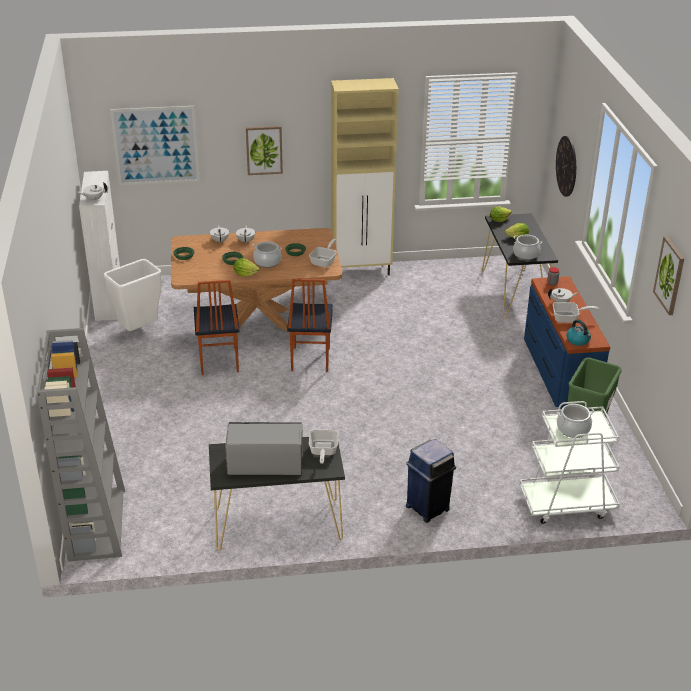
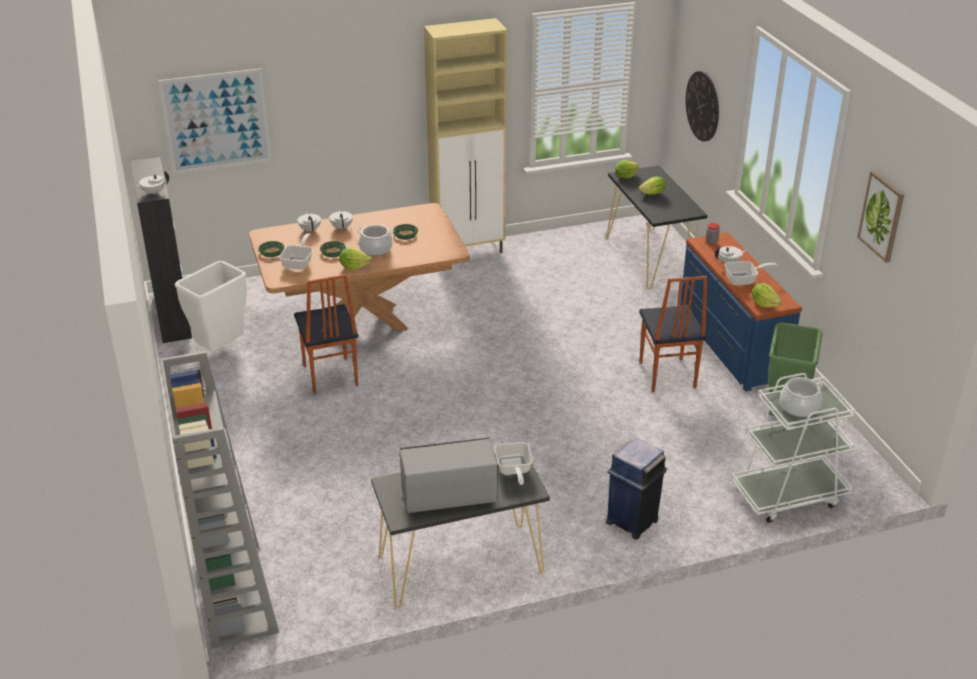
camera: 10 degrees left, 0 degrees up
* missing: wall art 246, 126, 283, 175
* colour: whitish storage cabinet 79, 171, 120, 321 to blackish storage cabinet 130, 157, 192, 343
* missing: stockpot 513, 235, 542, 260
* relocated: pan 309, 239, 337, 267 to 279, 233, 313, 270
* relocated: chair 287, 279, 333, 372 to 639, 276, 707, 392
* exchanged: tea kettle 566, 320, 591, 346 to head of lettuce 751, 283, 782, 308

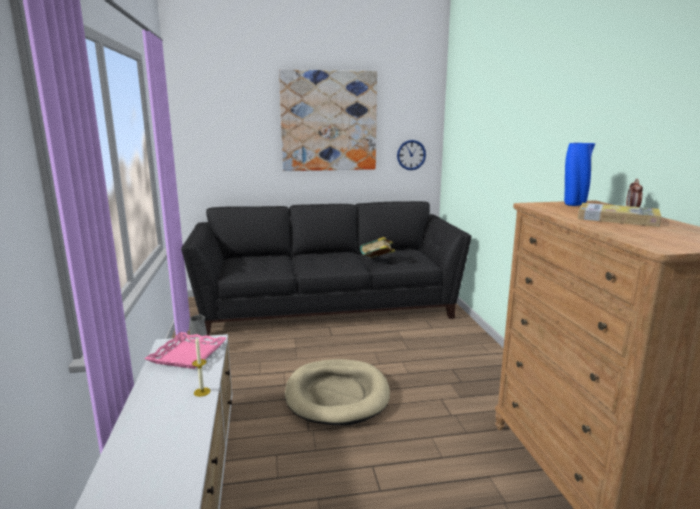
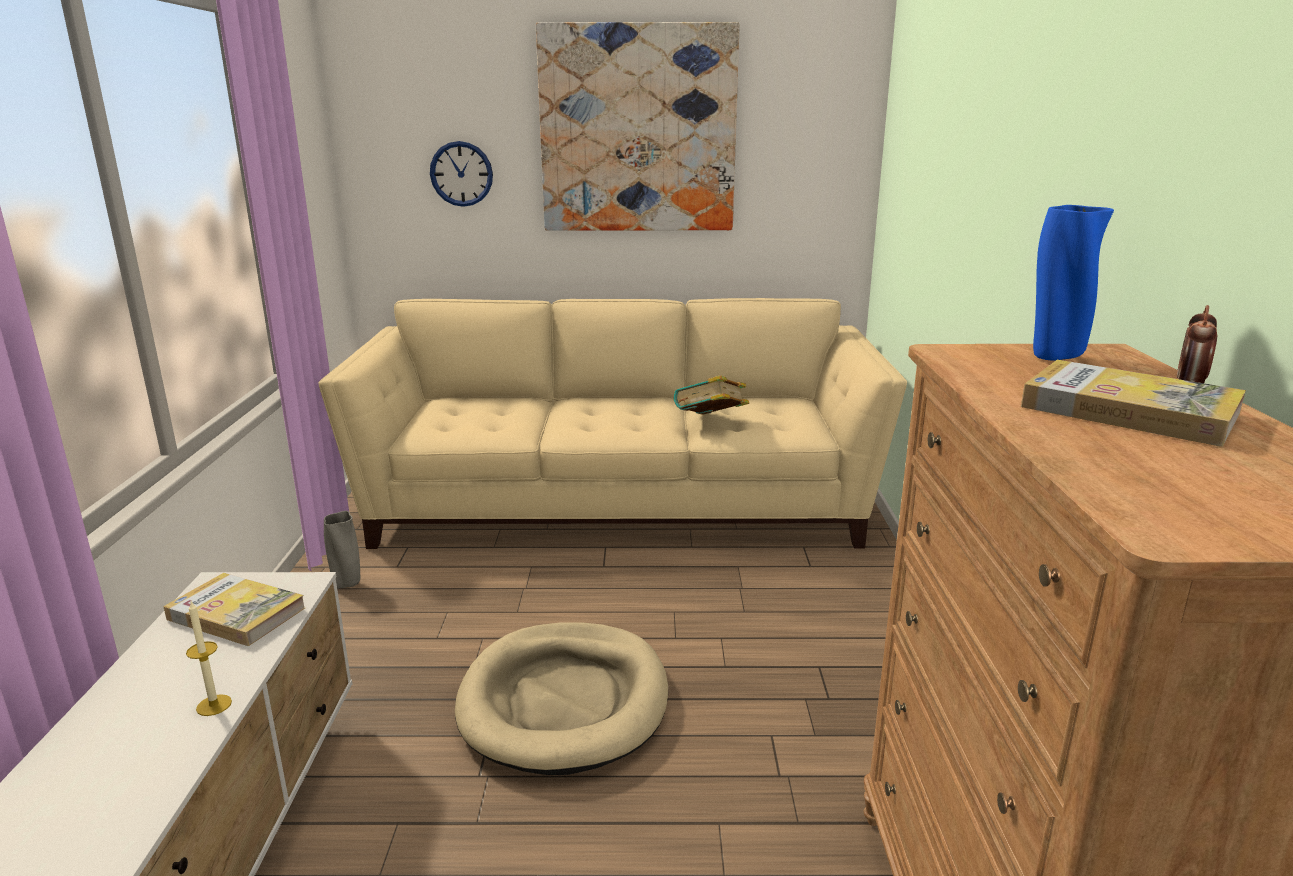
camera: 10 degrees right, 5 degrees up
* relocated: hanging clock 397, 140, 426, 170 to 430, 141, 493, 207
* colour: blackish sofa 181, 201, 472, 336 to beige sofa 318, 298, 907, 549
* exchanged: pink serving tray 144, 332, 227, 369 to volume 164, 573, 305, 646

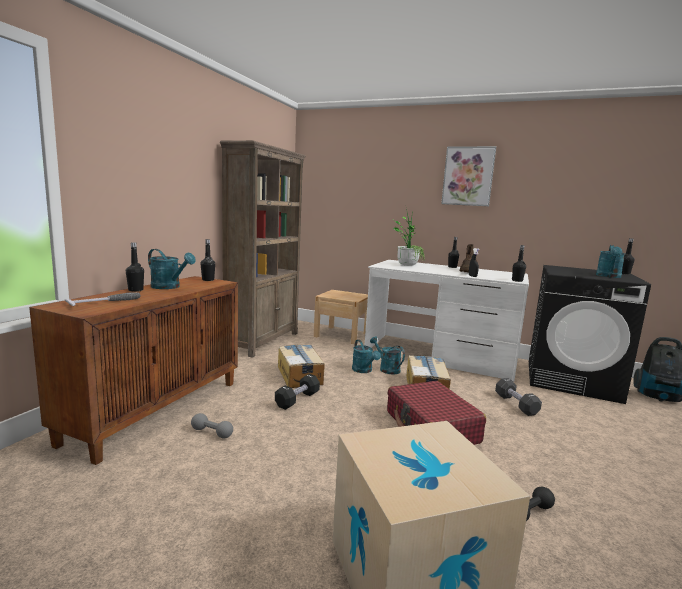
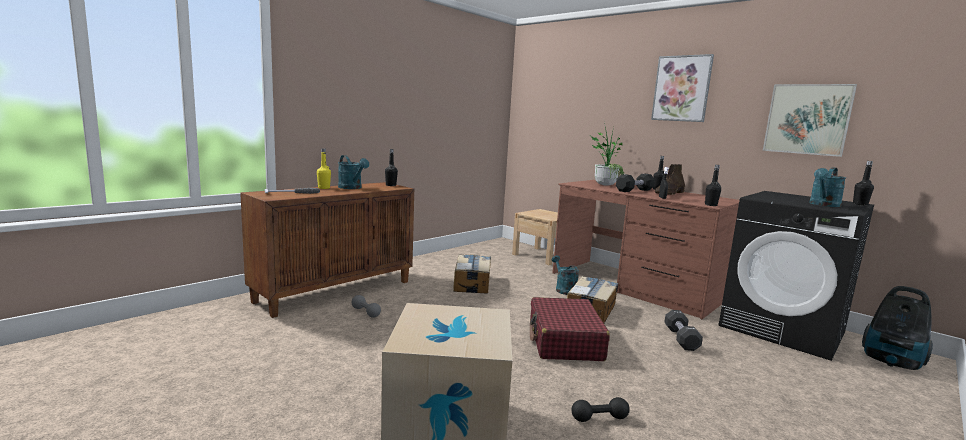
camera: 20 degrees right, 0 degrees up
* missing: brown shelving unit 220, 140, 306, 358
* colour: blackish drink bottle 126, 242, 144, 292 to yellowish drink bottle 317, 148, 331, 189
* colour: whitish desk 365, 260, 529, 381 to brown desk 552, 180, 739, 319
* missing: blue-green sprinkling can 352, 340, 381, 373
* relocated: blackish dumbbell 275, 374, 320, 410 to 616, 174, 655, 192
* appeared: wall art 763, 84, 857, 157

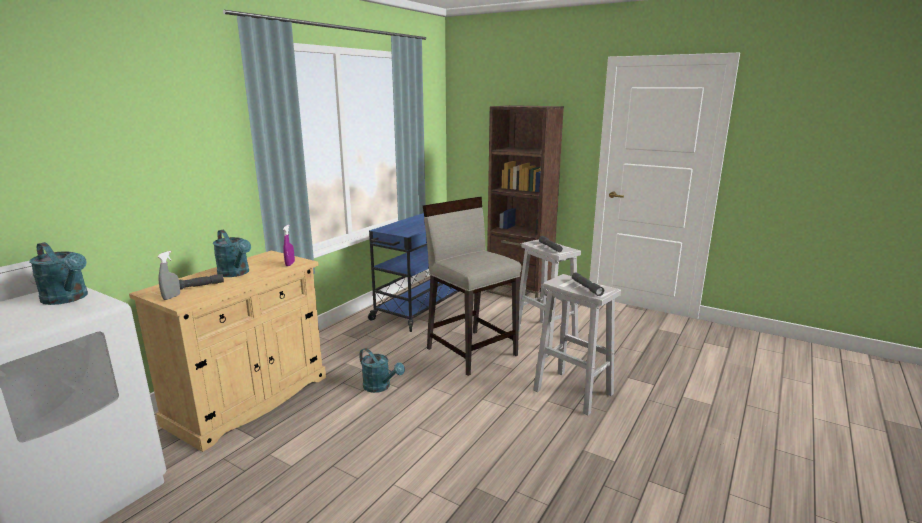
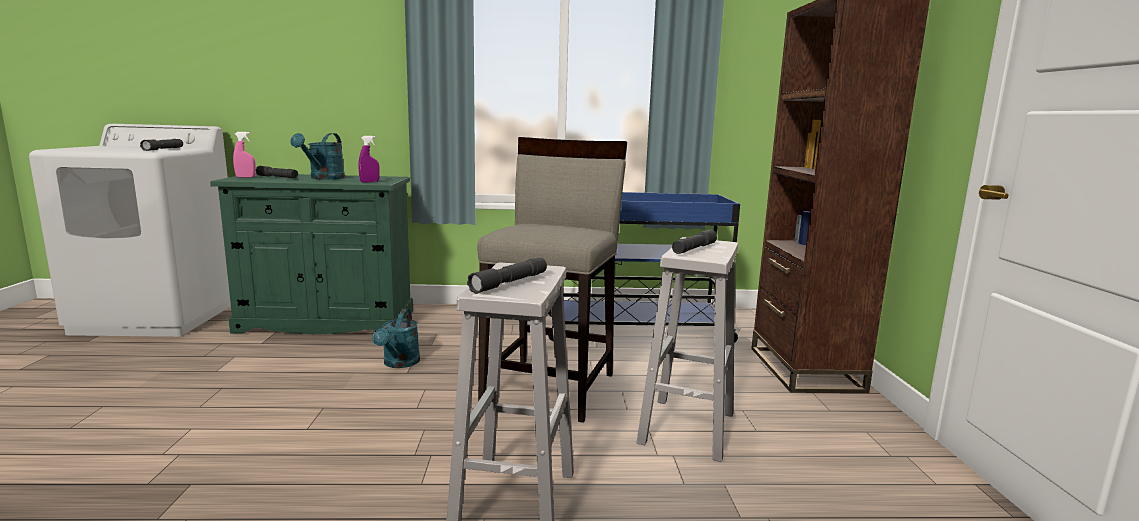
camera: 55 degrees right, 5 degrees down
* exchanged: blue-green sprinkling can 29, 242, 88, 305 to gray torch 140, 139, 183, 151
* colour: beige storage cabinet 129, 251, 326, 452 to green storage cabinet 210, 174, 413, 334
* colour: gray hand sprayer 157, 251, 180, 300 to pink hand sprayer 233, 132, 256, 178

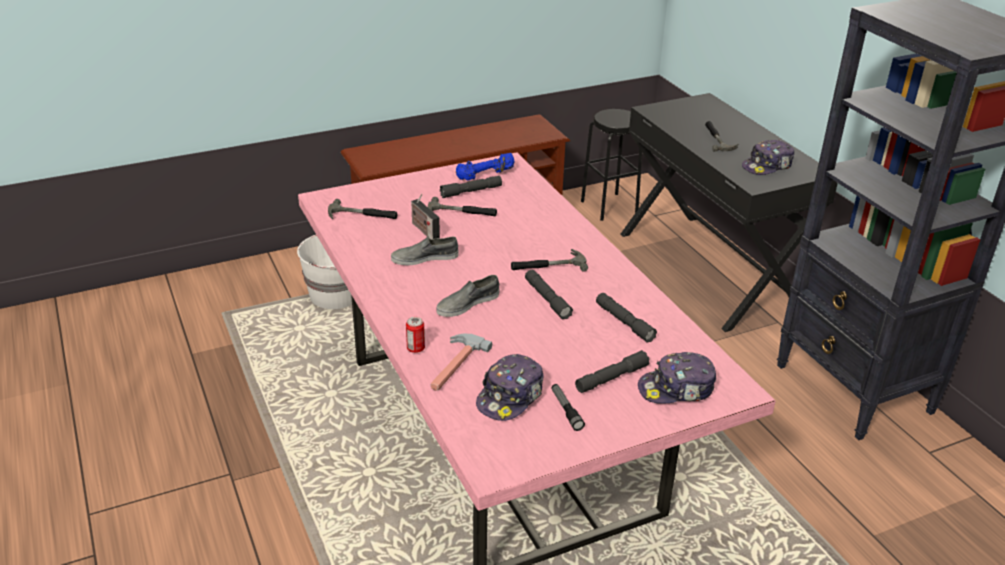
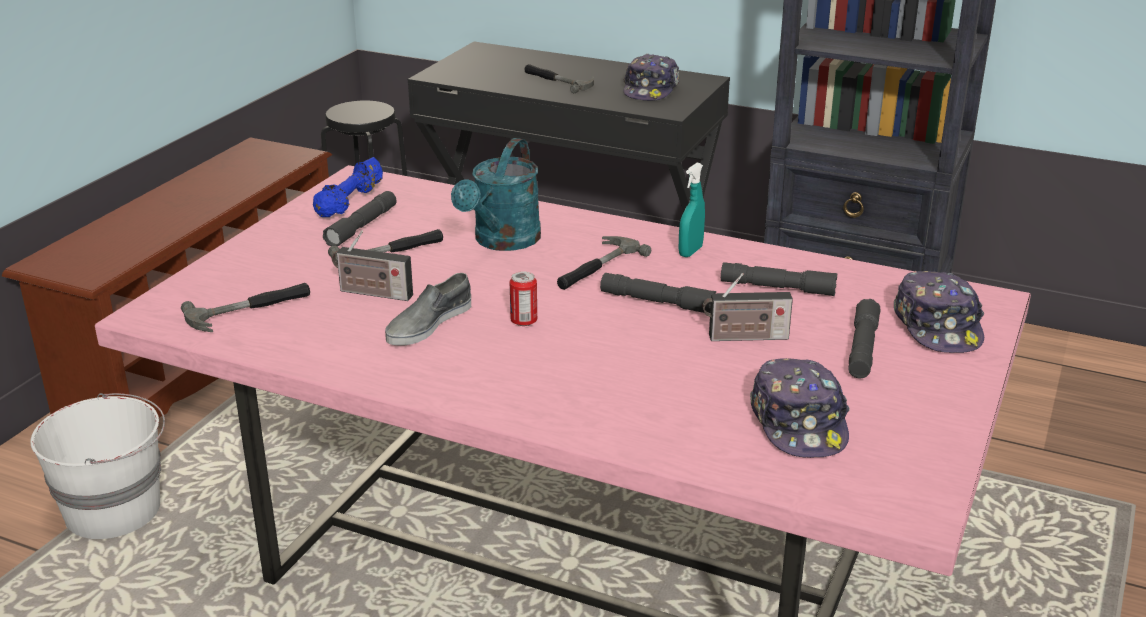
camera: 40 degrees left, 5 degrees down
* missing: gray item of footwear 437, 275, 500, 317
* relocated: can 406, 317, 425, 353 to 510, 271, 537, 326
* missing: hand hammer 431, 334, 492, 391
* spun: cap 638, 352, 716, 404 = 894, 271, 984, 353 45 degrees counterclockwise
* missing: torch 551, 384, 585, 431
* appeared: blue-green sprinkling can 451, 138, 541, 251
* appeared: blue-green hand sprayer 679, 163, 705, 257
* appeared: radio 703, 273, 793, 341

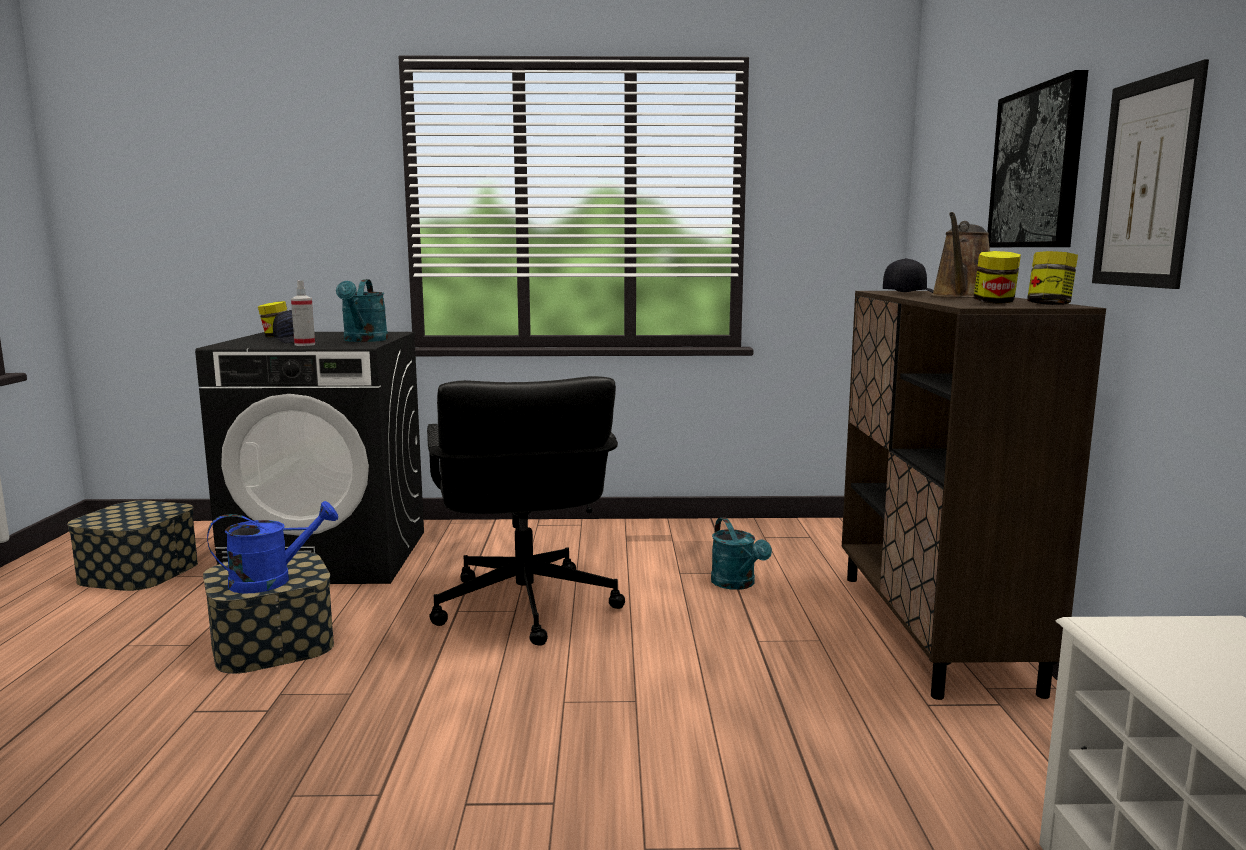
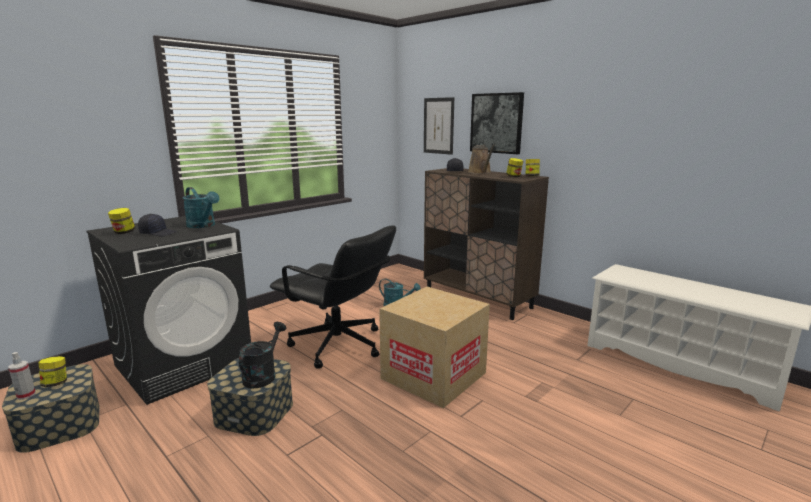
camera: 45 degrees left, 5 degrees up
* relocated: wall art 1092, 59, 1209, 289 to 424, 97, 454, 155
* relocated: hand sprayer 291, 280, 315, 346 to 8, 352, 36, 400
* colour: blue sprinkling can 207, 501, 338, 594 to blackish sprinkling can 239, 322, 286, 389
* appeared: cardboard box 379, 287, 490, 408
* appeared: storage jar 38, 356, 67, 387

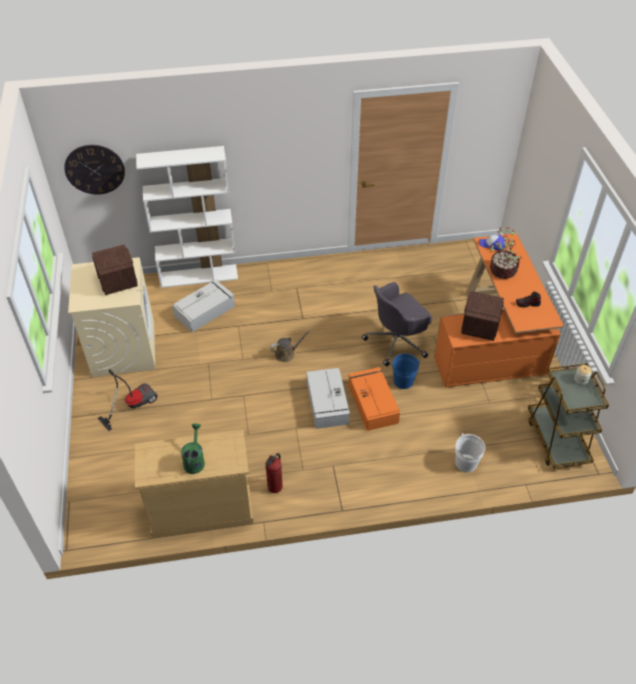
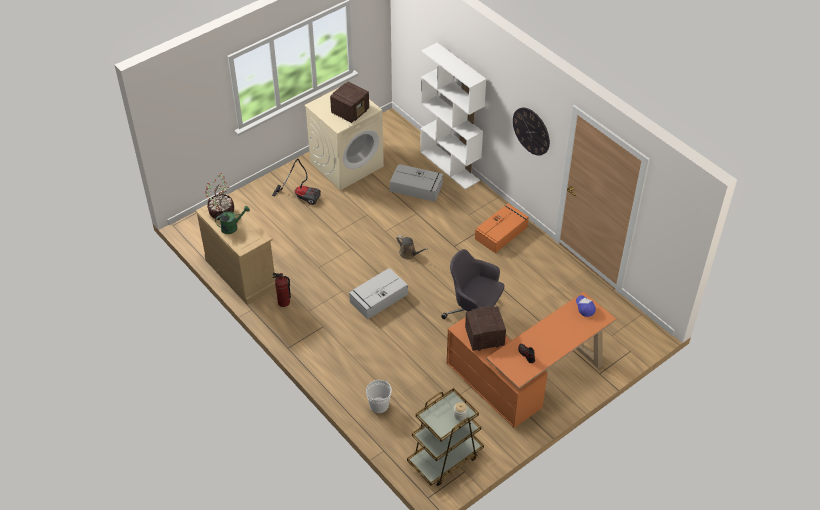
camera: 60 degrees right, 0 degrees up
* relocated: hanging clock 64, 145, 125, 195 to 513, 108, 550, 156
* relocated: plant in a pot 490, 227, 522, 279 to 205, 173, 234, 220
* missing: blue pail 391, 354, 420, 389
* relocated: orange-coloured storage bin 348, 367, 400, 431 to 475, 204, 529, 253

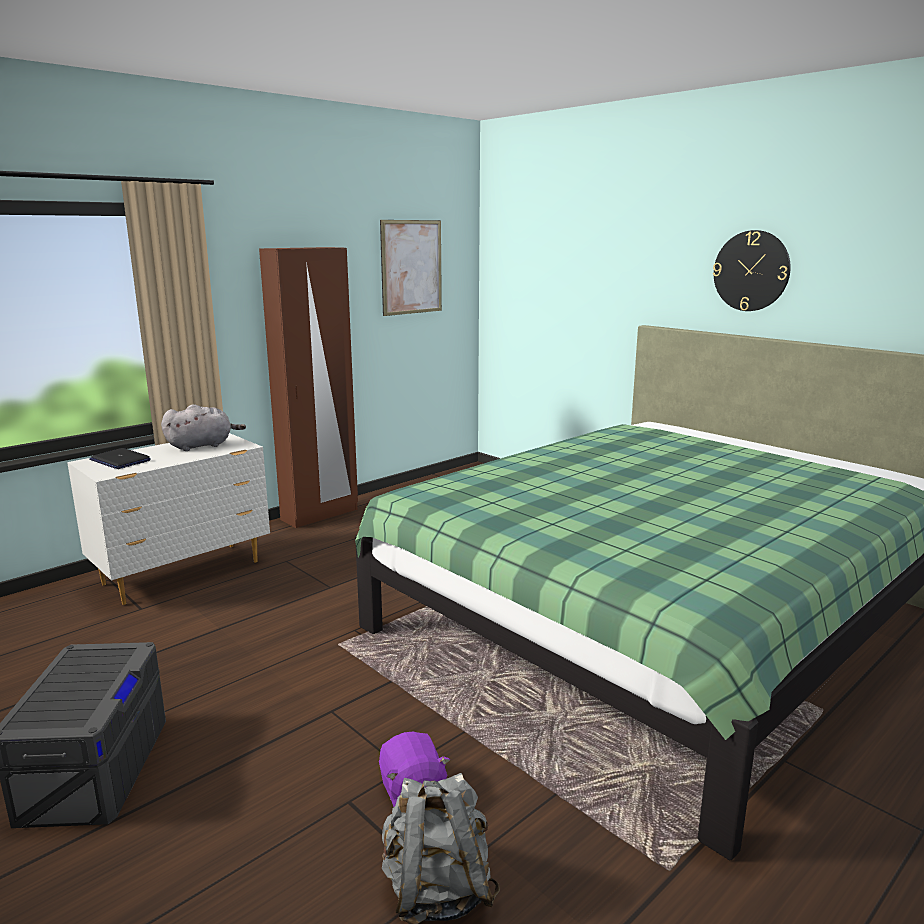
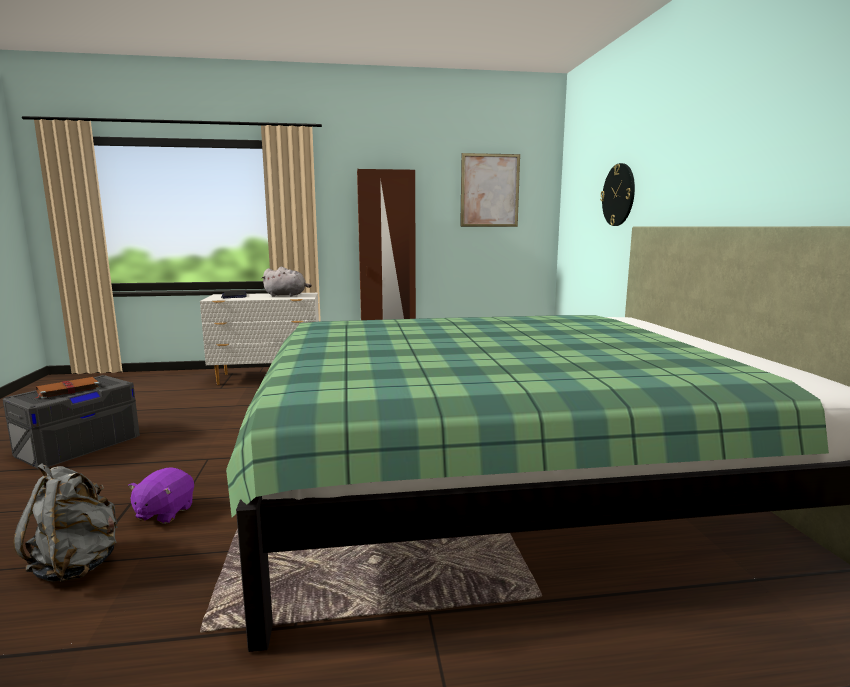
camera: 35 degrees right, 5 degrees down
* relocated: hanging clock 713, 230, 791, 311 to 600, 163, 635, 226
* appeared: brown volume 34, 377, 100, 399

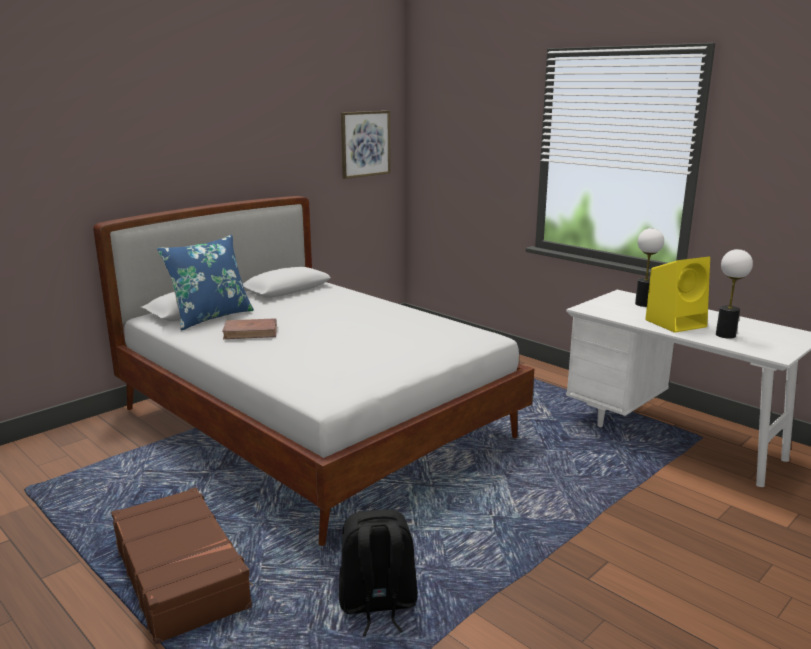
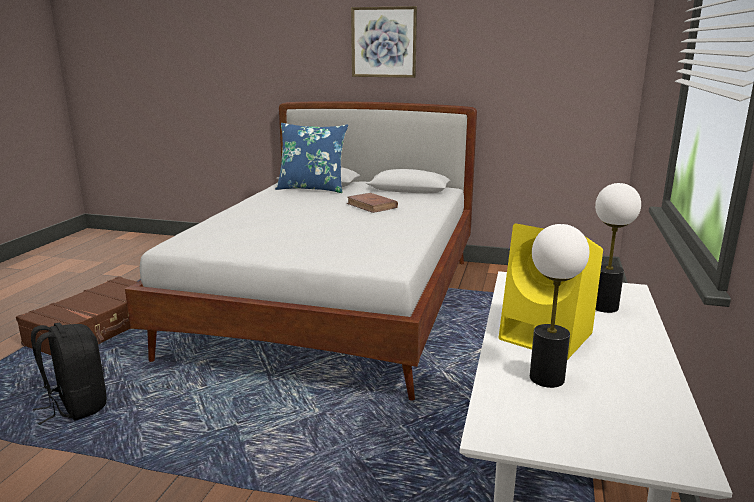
camera: 60 degrees right, 0 degrees up
* relocated: wall art 341, 111, 391, 179 to 351, 6, 417, 78
* relocated: brown volume 222, 318, 277, 339 to 347, 193, 398, 213

